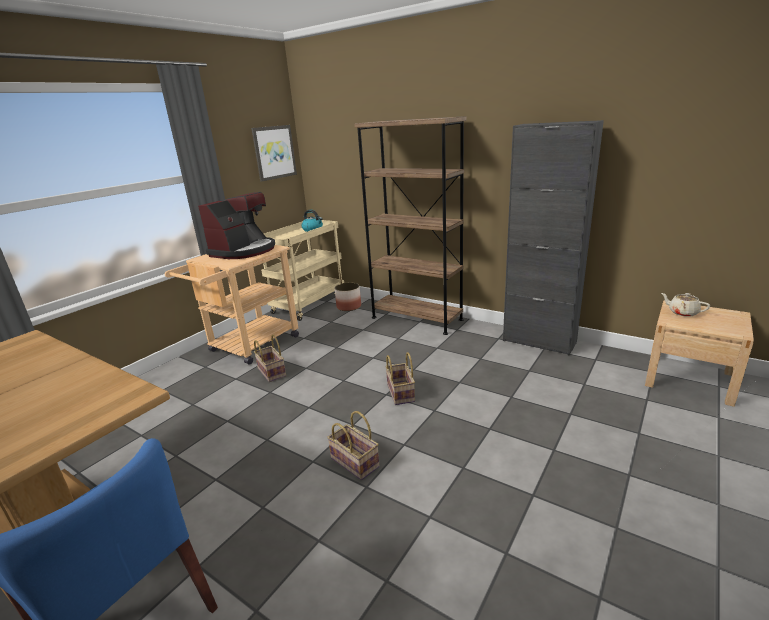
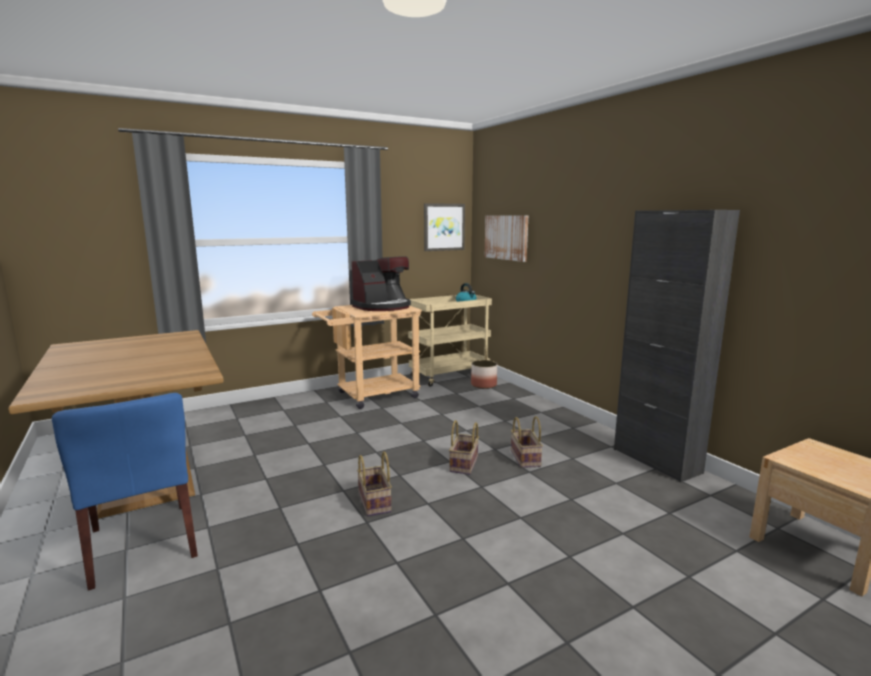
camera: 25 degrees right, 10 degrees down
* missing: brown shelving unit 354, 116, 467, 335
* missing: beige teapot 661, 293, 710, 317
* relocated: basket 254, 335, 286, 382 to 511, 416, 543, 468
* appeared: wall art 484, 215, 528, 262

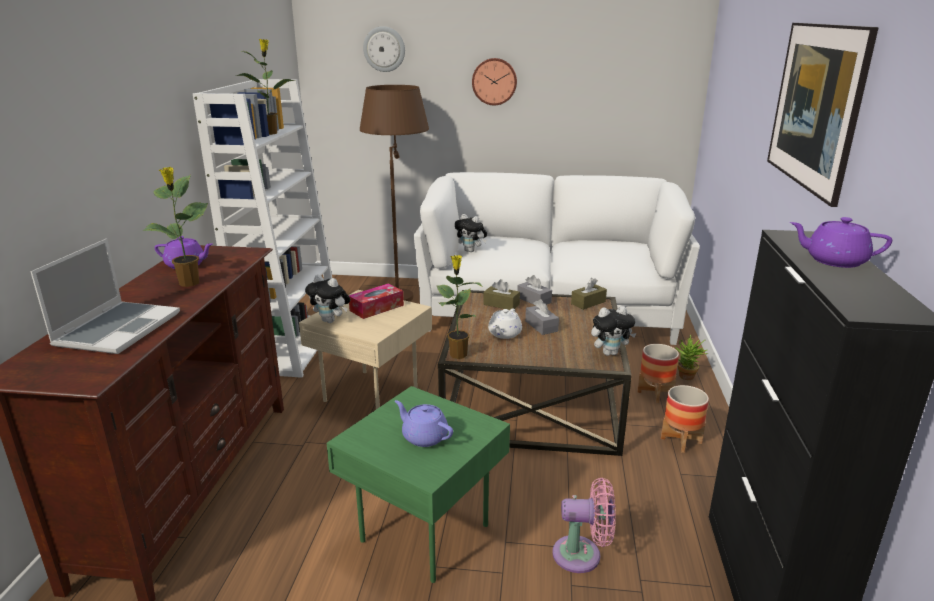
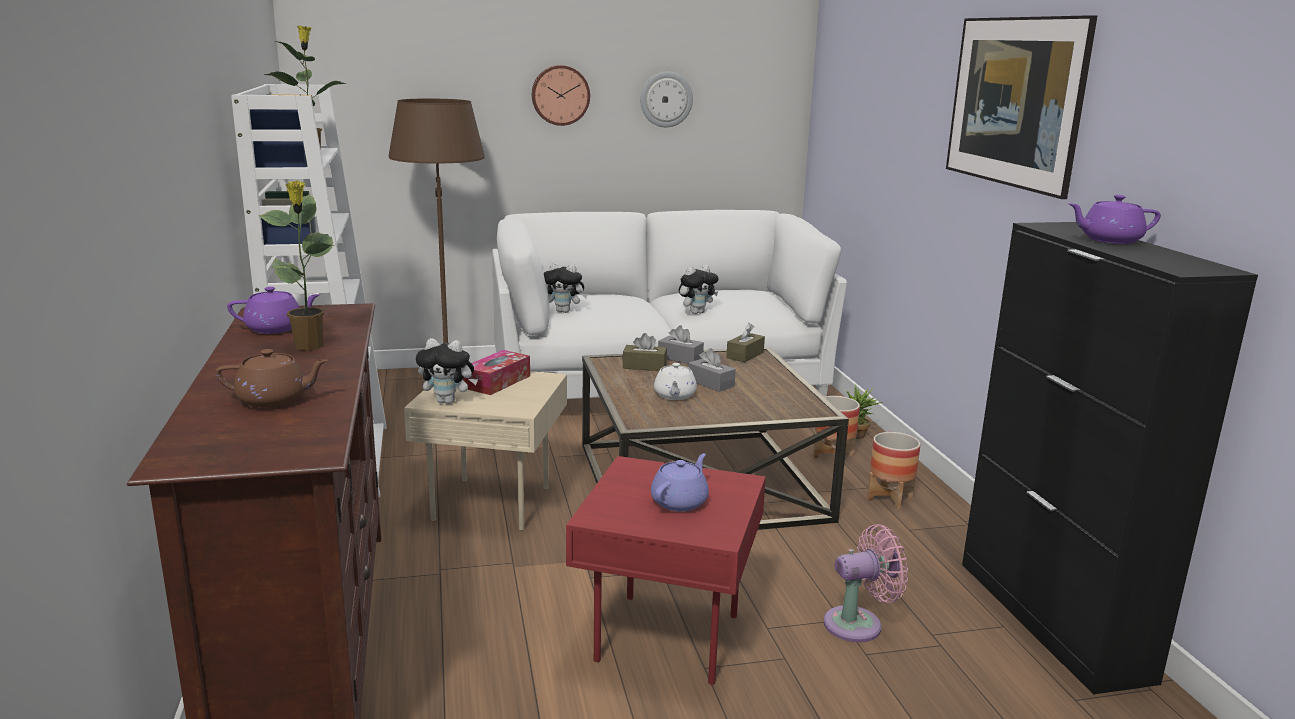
camera: 20 degrees left, 5 degrees down
* relocated: hanging clock 363, 26, 405, 72 to 640, 72, 693, 127
* exchanged: laptop 30, 238, 180, 354 to brown teapot 215, 349, 328, 408
* missing: plant in a pot 437, 255, 483, 359
* relocated: soft toy 591, 306, 637, 356 to 679, 265, 718, 314
* colour: green end table 327, 386, 510, 583 to red-coloured end table 566, 456, 766, 685
* spun: purple teapot 395, 400, 453, 447 = 651, 453, 709, 512 105 degrees clockwise

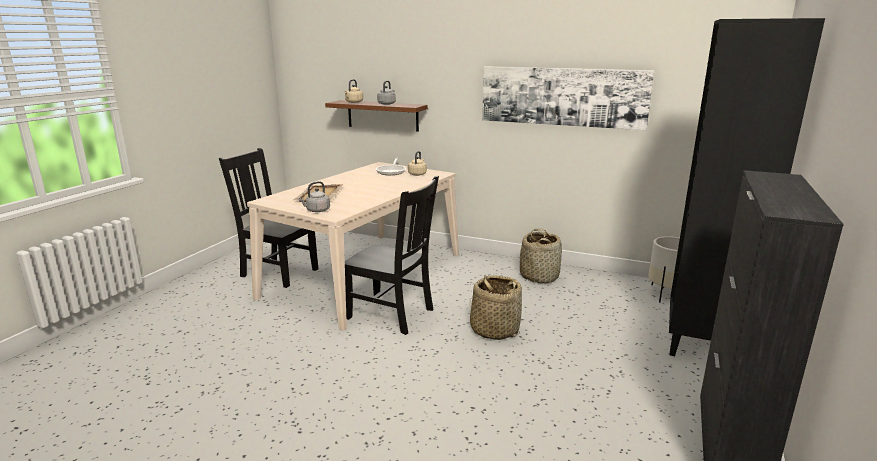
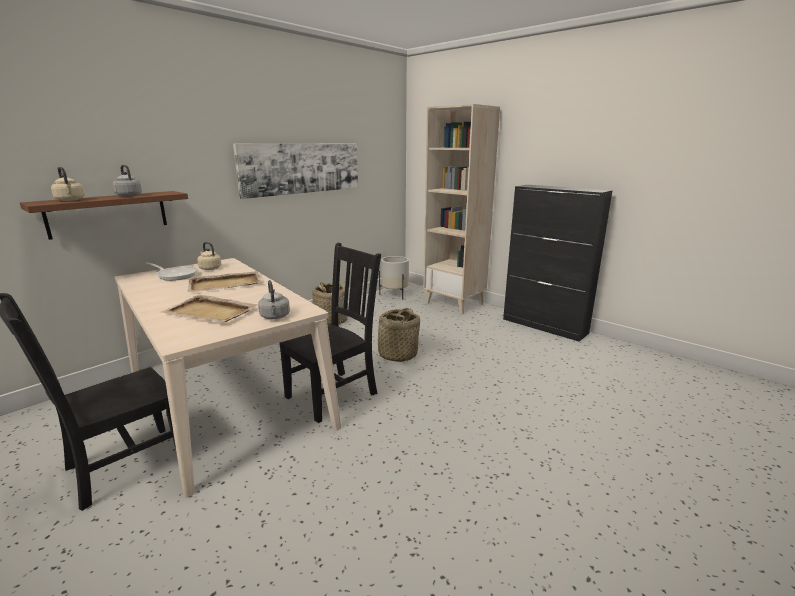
camera: 70 degrees left, 0 degrees up
* colour: blackish shelving unit 669, 18, 825, 356 to beige shelving unit 423, 104, 500, 314
* appeared: beige serving tray 188, 271, 262, 292

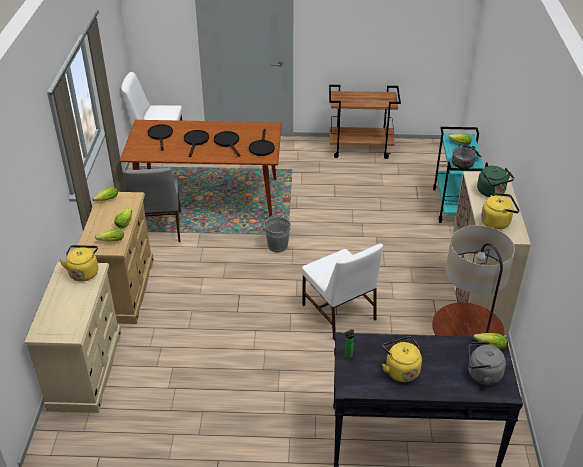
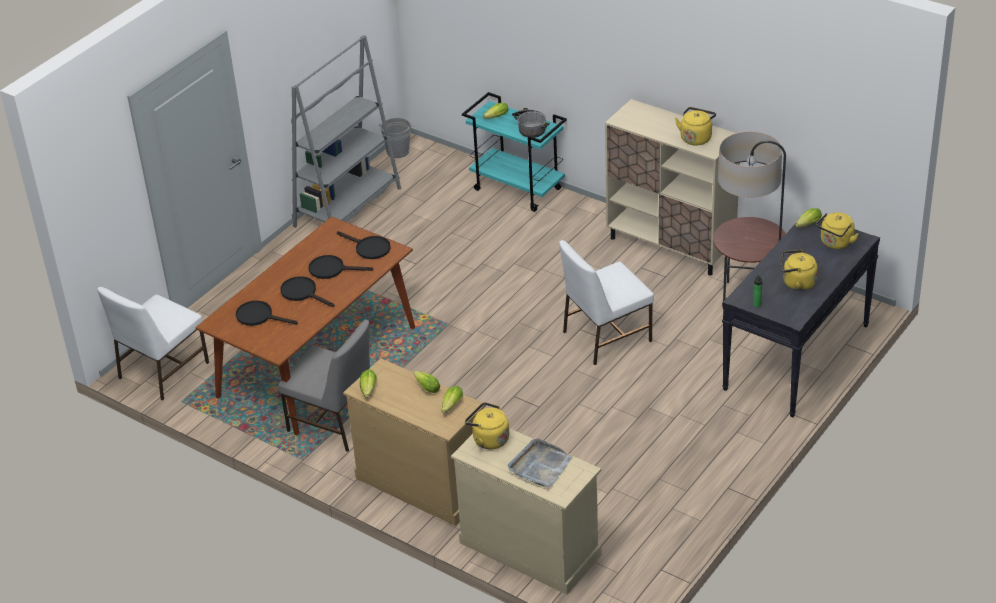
camera: 55 degrees left, 0 degrees up
* exchanged: brown trolley 329, 85, 401, 159 to gray shelving unit 291, 35, 401, 228
* missing: green tea kettle 477, 166, 514, 197
* relocated: gray pail 264, 216, 291, 252 to 378, 118, 412, 158
* spun: whitish chair 302, 244, 383, 340 = 559, 240, 654, 365 150 degrees clockwise
* colour: gray tea kettle 469, 342, 506, 385 to yellowish tea kettle 816, 212, 859, 249
* appeared: gray serving tray 508, 438, 573, 488

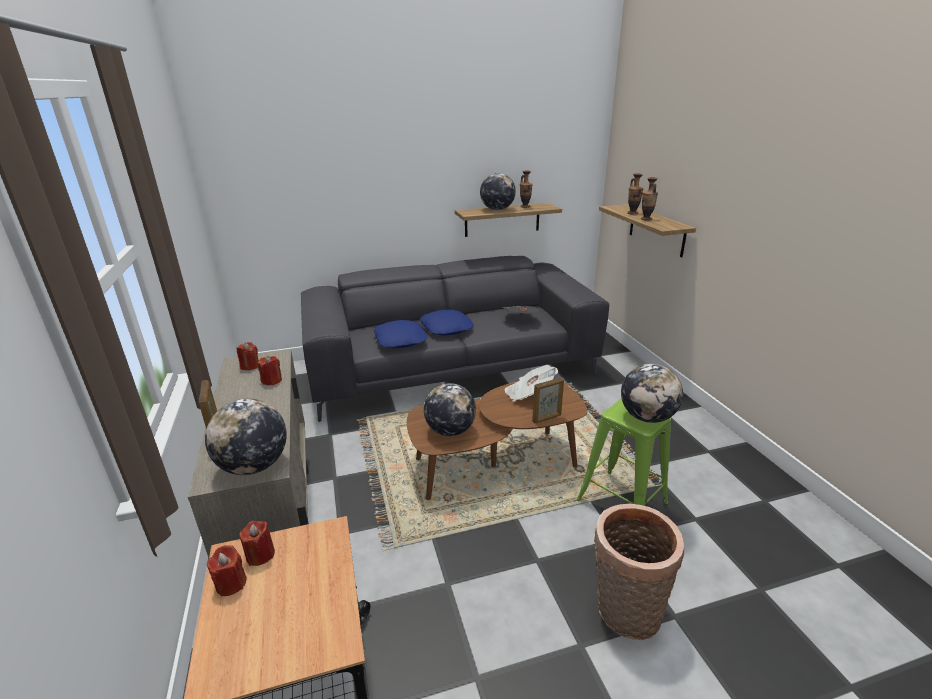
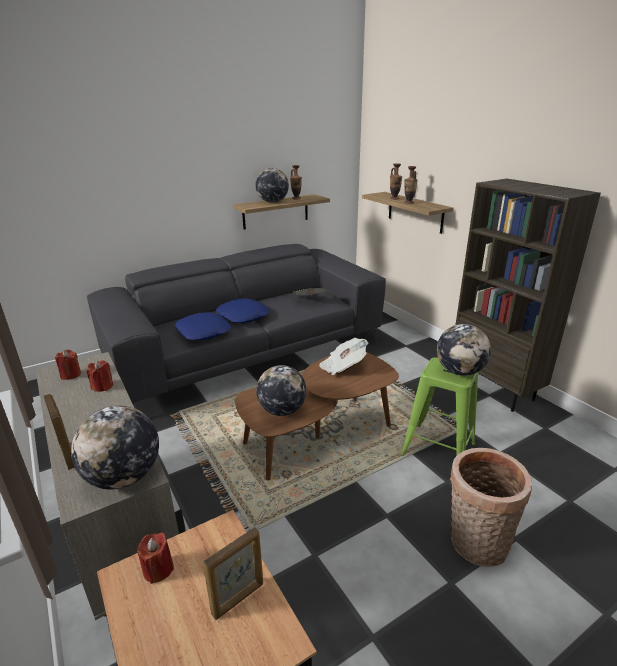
camera: 15 degrees left, 0 degrees up
* relocated: standing frame 532, 377, 564, 424 to 203, 527, 263, 620
* missing: red-coloured wax candle 207, 545, 247, 596
* appeared: brown shelving unit 456, 178, 601, 412

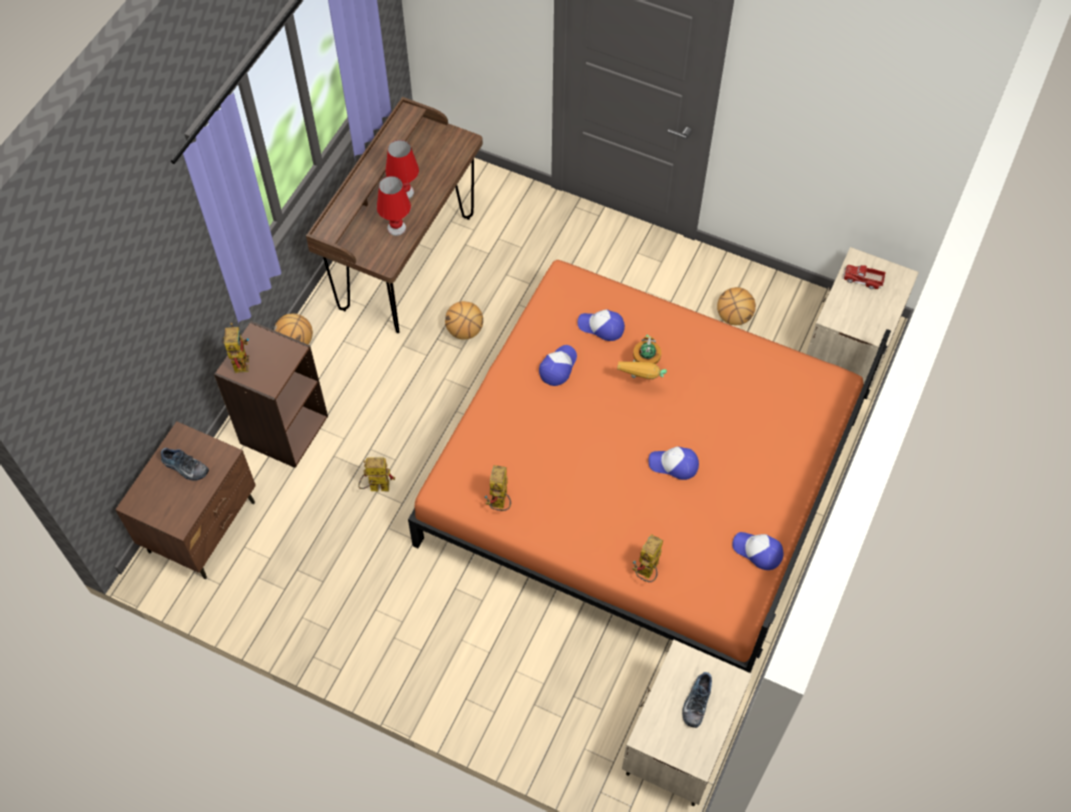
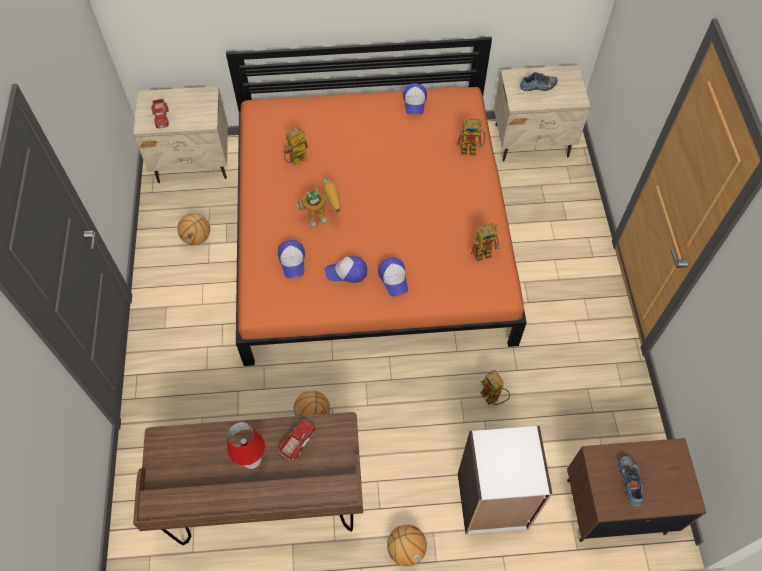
camera: 120 degrees left, 0 degrees up
* exchanged: red-coloured tabletop lamp 377, 176, 411, 236 to toy truck 278, 419, 316, 460
* colour: brown shelving unit 214, 321, 328, 468 to whitish shelving unit 458, 426, 552, 535
* relocated: toy robot 222, 323, 249, 373 to 283, 127, 309, 166
* relocated: cap 648, 446, 699, 480 to 378, 257, 408, 297

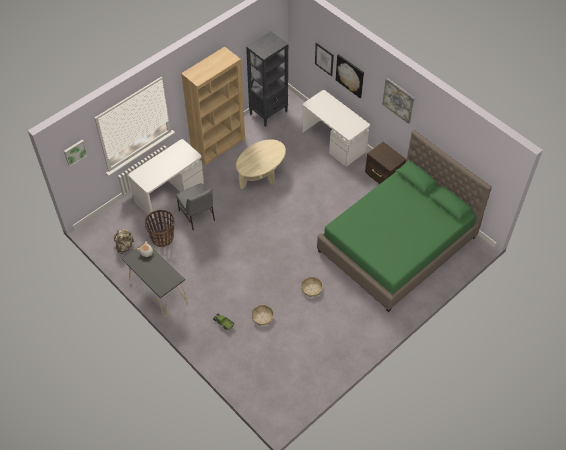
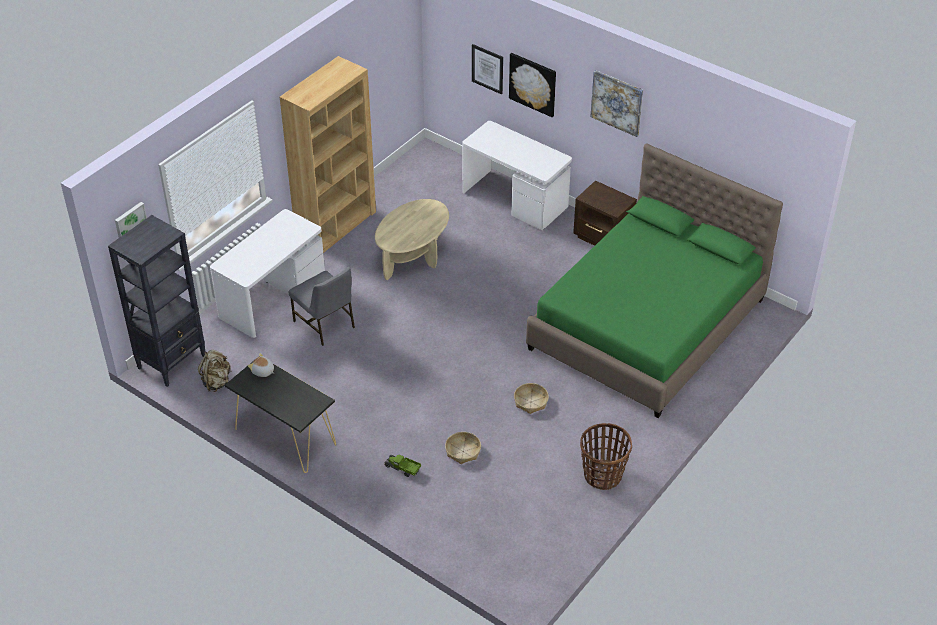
camera: 10 degrees left, 10 degrees down
* relocated: blackish shelving unit 246, 31, 289, 127 to 108, 215, 205, 387
* relocated: basket 145, 210, 175, 247 to 580, 423, 632, 490

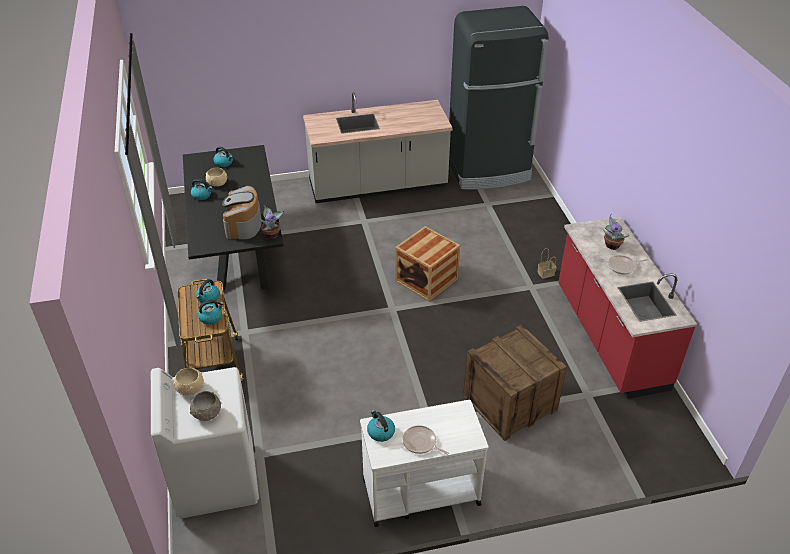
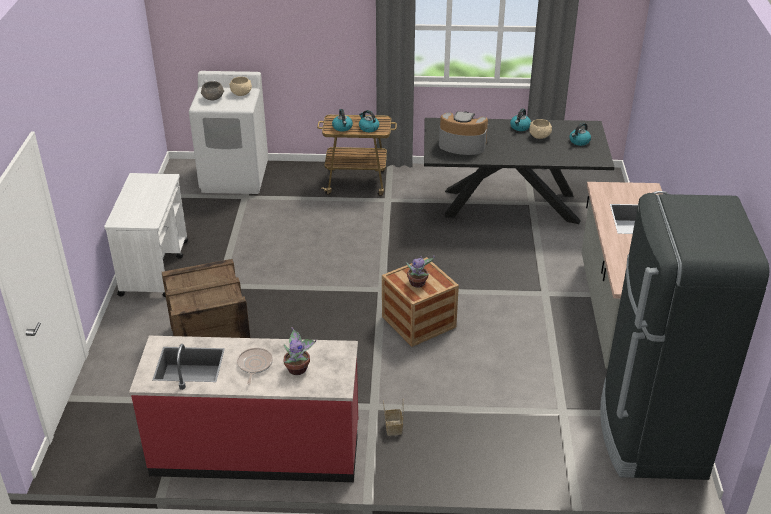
camera: 105 degrees right, 5 degrees down
* relocated: plant in a pot 260, 205, 284, 239 to 406, 255, 435, 288
* missing: tea kettle 367, 410, 395, 442
* missing: pan 403, 425, 449, 455

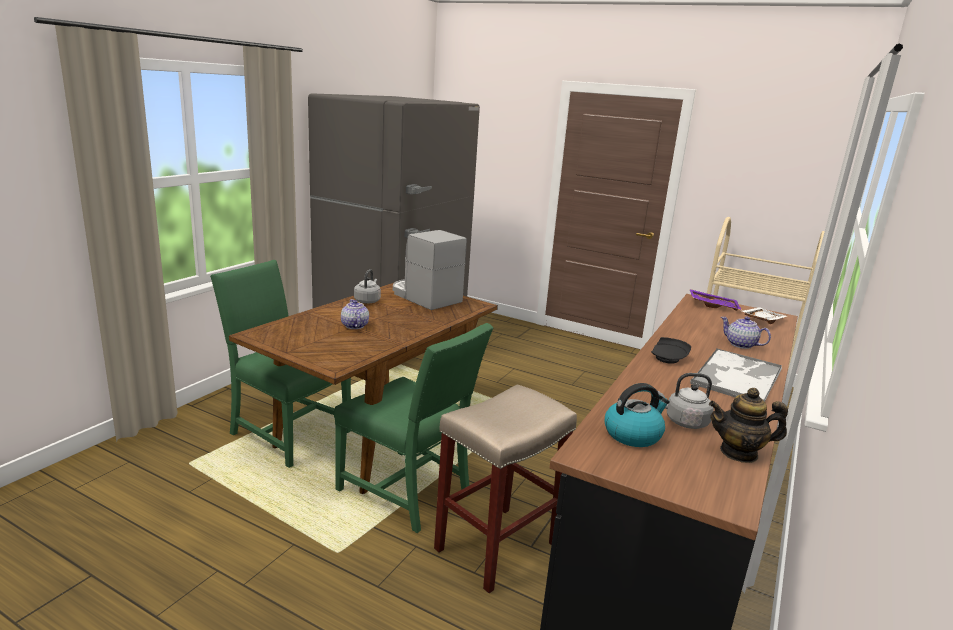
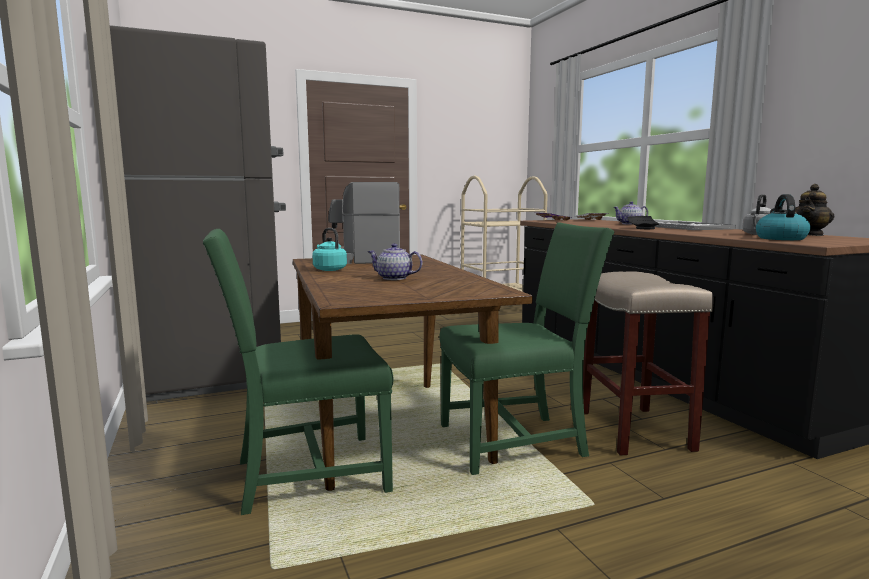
camera: 50 degrees left, 10 degrees down
* colour: gray tea kettle 354, 269, 381, 304 to blue-green tea kettle 312, 228, 347, 271

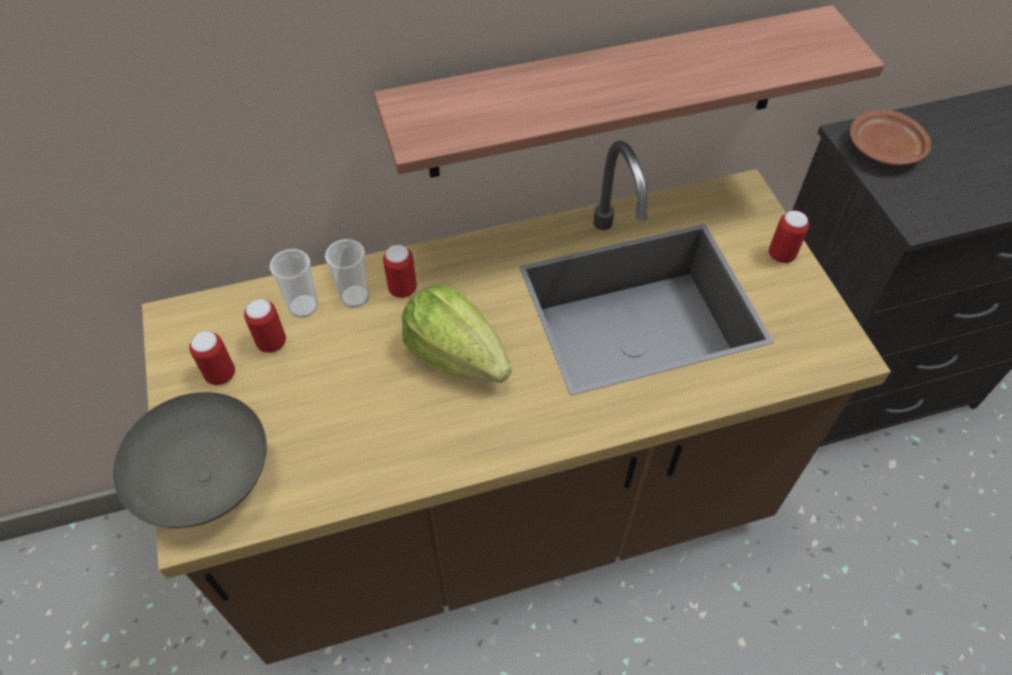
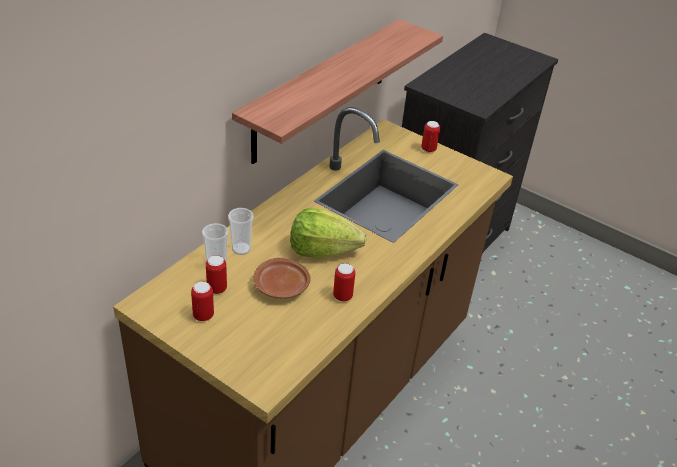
camera: 40 degrees left, 15 degrees down
* relocated: brown dinner plate 850, 110, 931, 166 to 254, 258, 310, 298
* relocated: can 383, 245, 417, 298 to 333, 263, 355, 301
* missing: gray deep dish 113, 392, 267, 528

